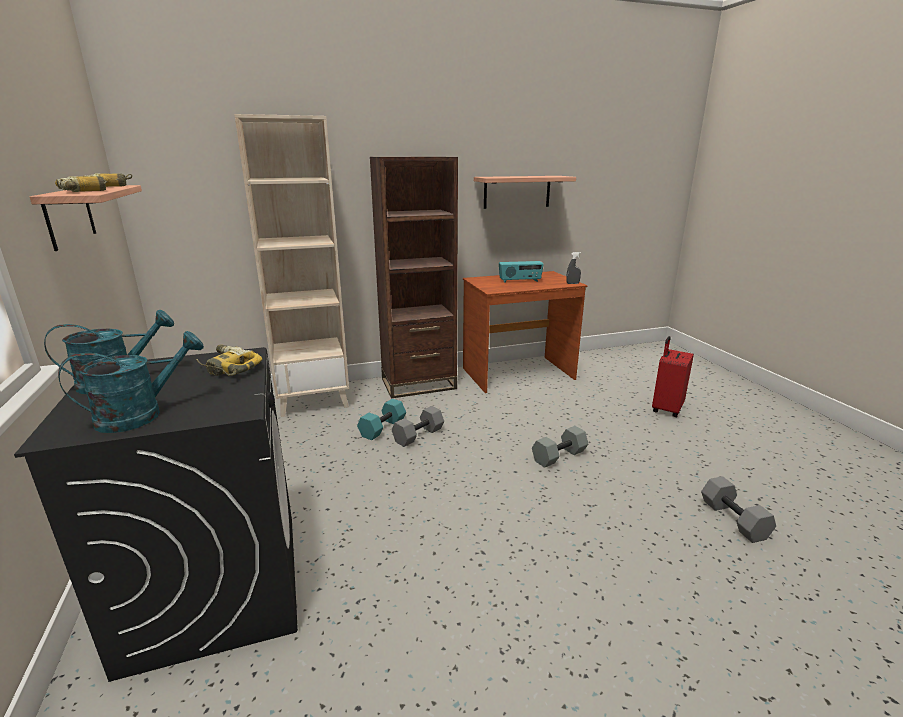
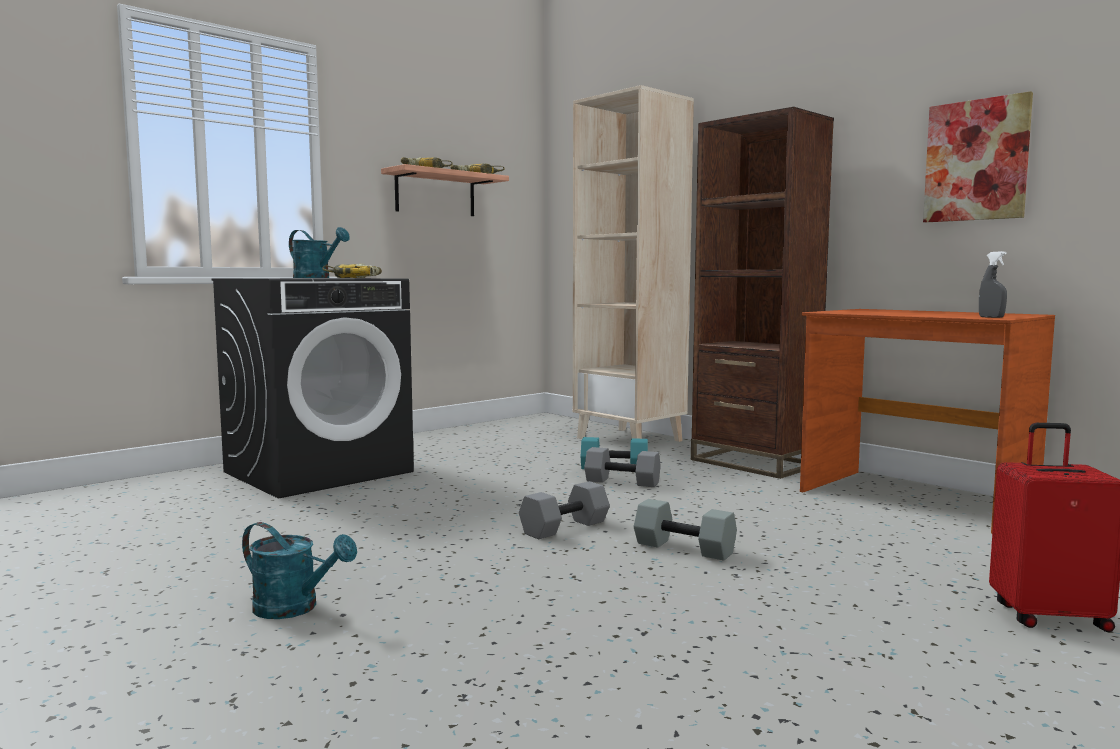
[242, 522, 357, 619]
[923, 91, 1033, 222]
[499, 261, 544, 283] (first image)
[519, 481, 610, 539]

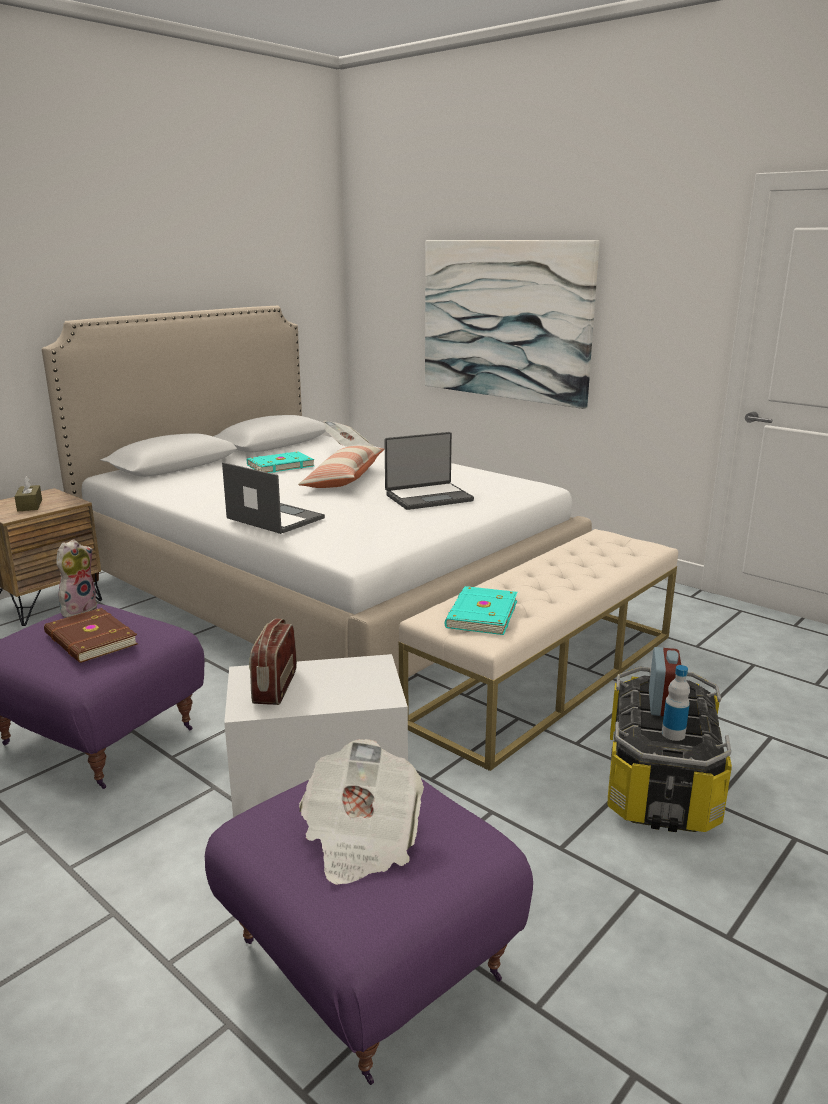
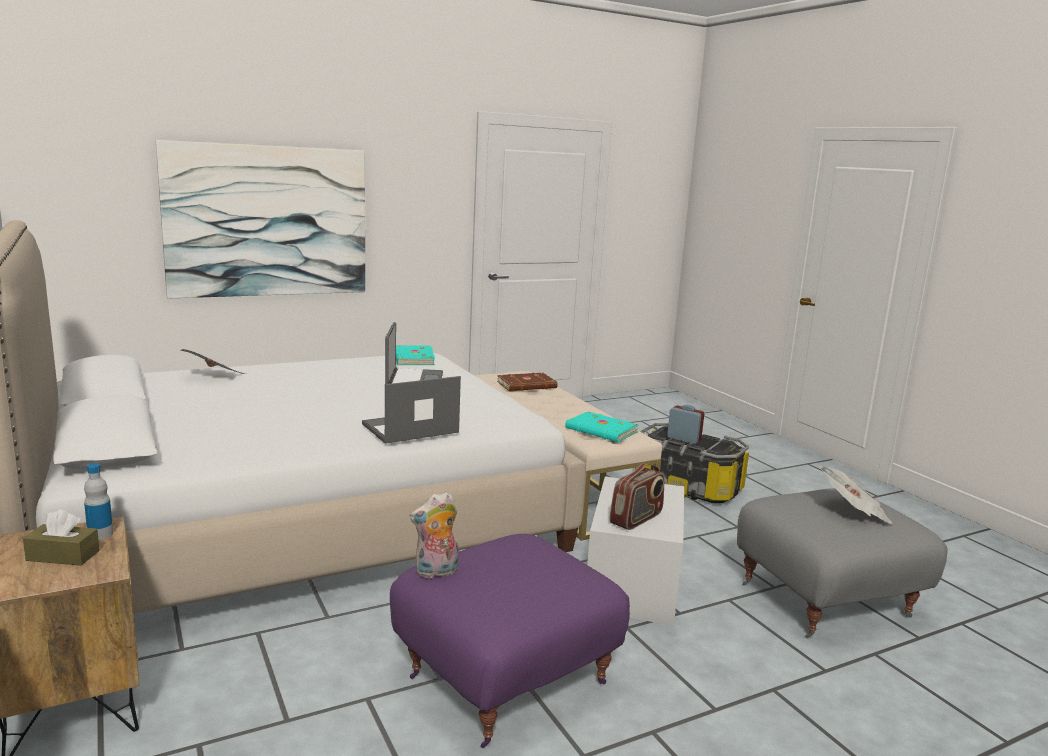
[497, 373, 558, 391]
[410, 492, 459, 579]
[737, 488, 948, 639]
[396, 345, 435, 365]
[610, 463, 665, 530]
[298, 445, 385, 488] (first image)
[84, 463, 113, 540]

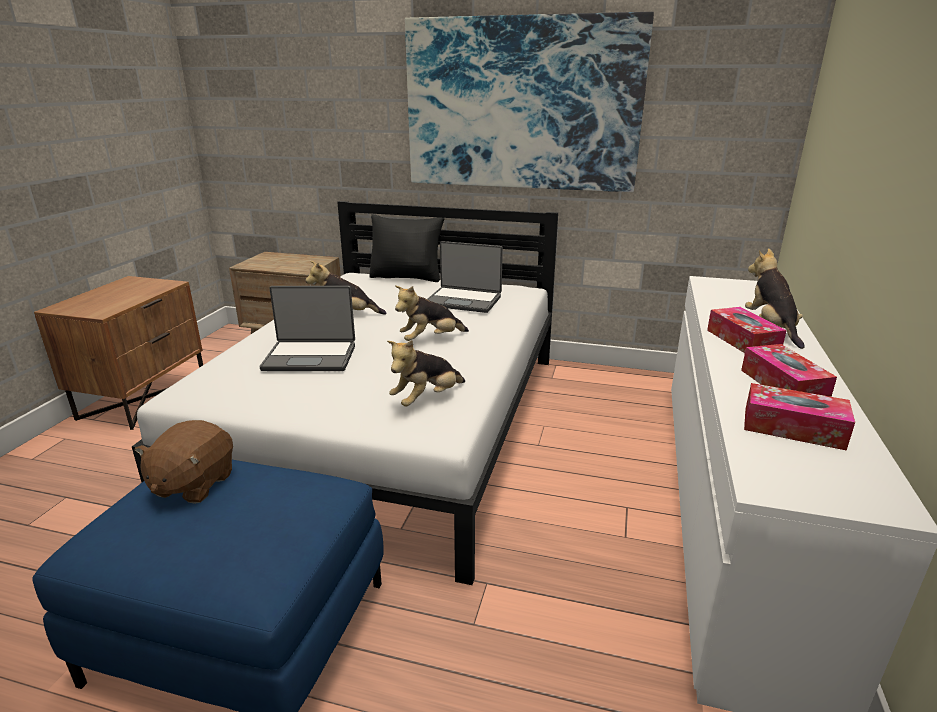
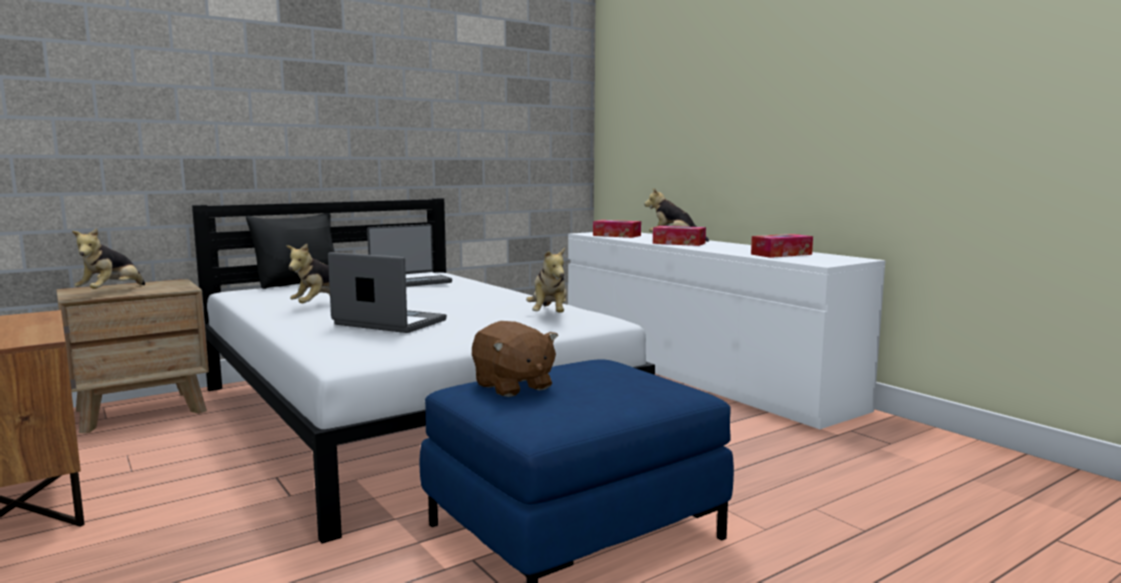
[328, 252, 447, 333]
[72, 228, 145, 289]
[405, 12, 654, 192] (first image)
[593, 220, 641, 238]

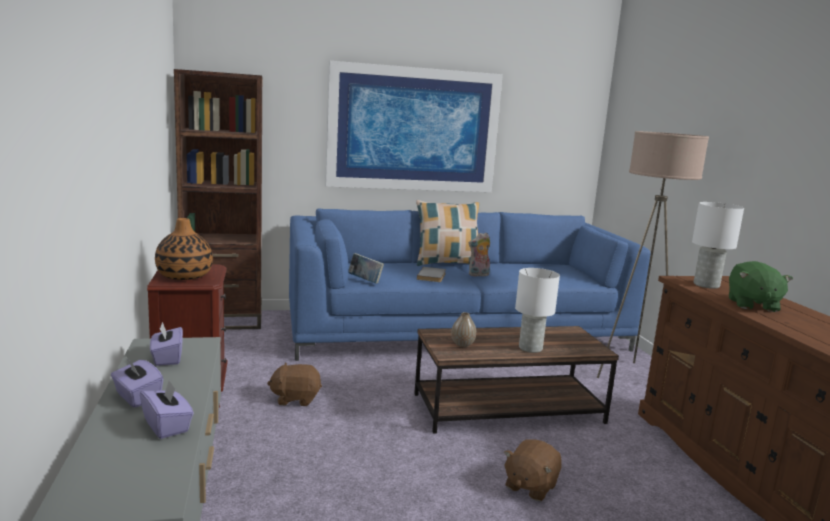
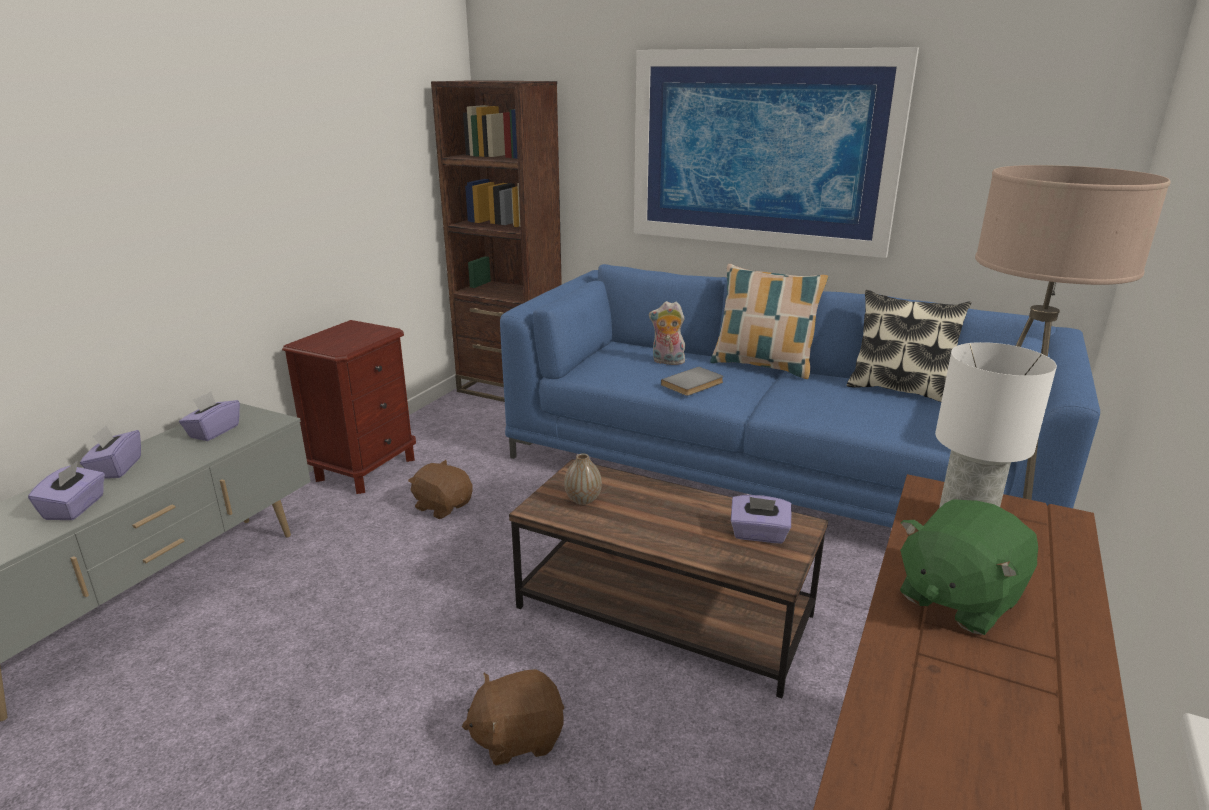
[155, 218, 213, 280] (first image)
[349, 253, 384, 284] (first image)
[649, 301, 685, 365]
[515, 268, 560, 353] (first image)
[731, 495, 792, 543]
[846, 290, 971, 402]

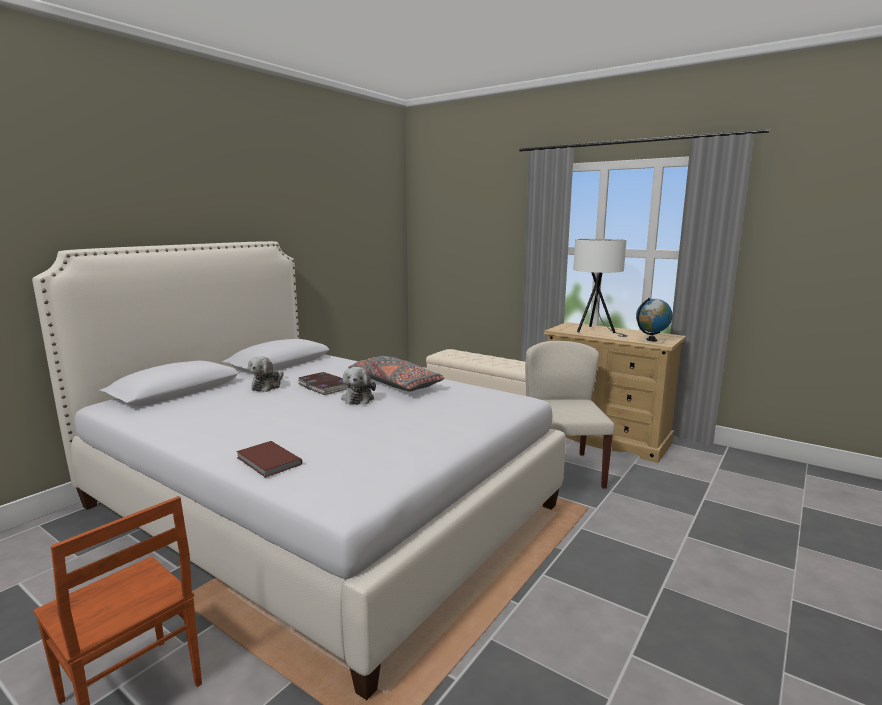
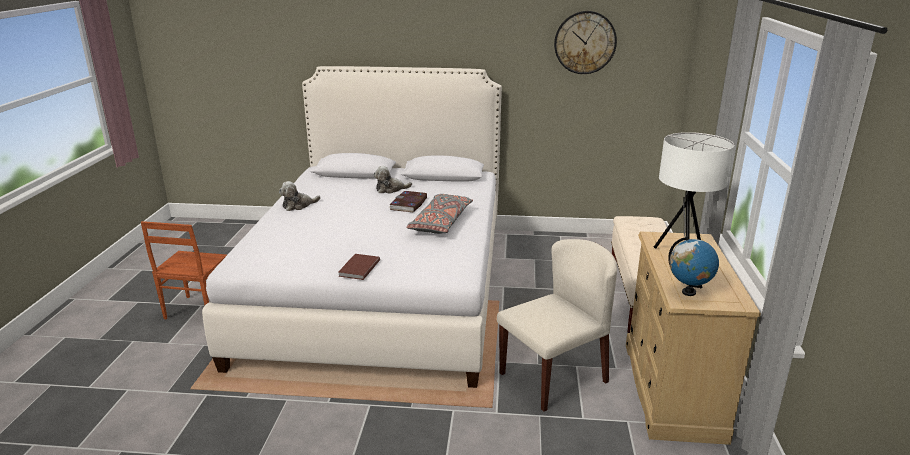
[338, 254, 380, 280]
[279, 181, 320, 211]
[554, 11, 617, 74]

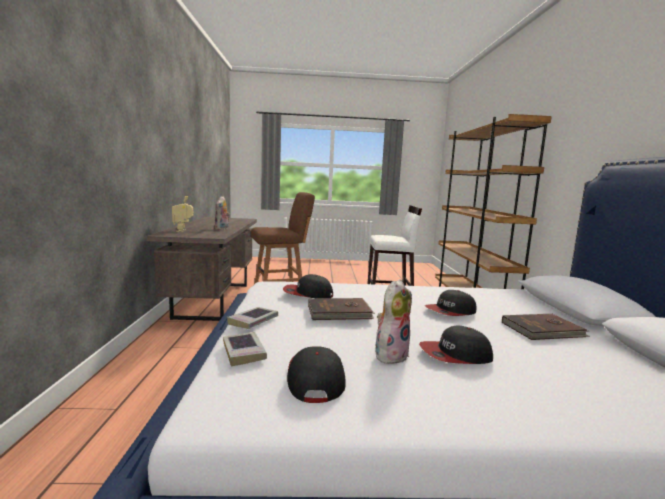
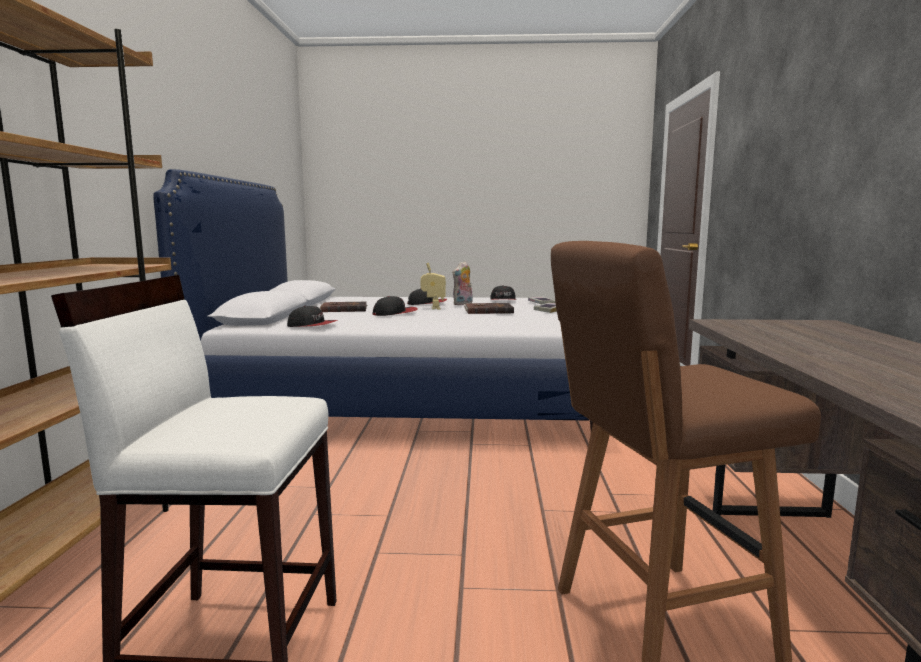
[420, 263, 446, 309]
[215, 196, 230, 230] (first image)
[287, 306, 337, 327]

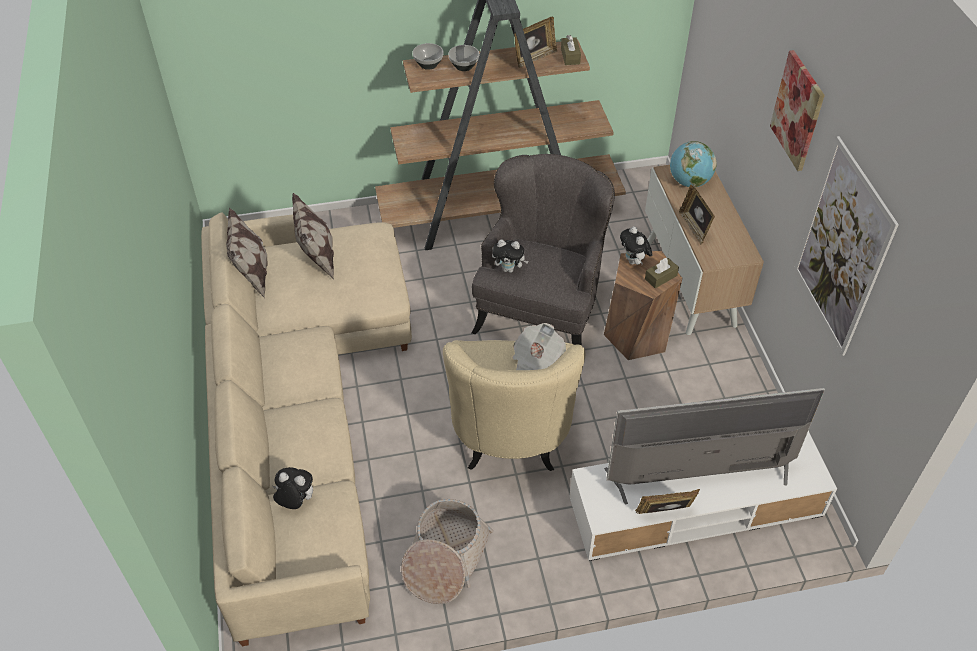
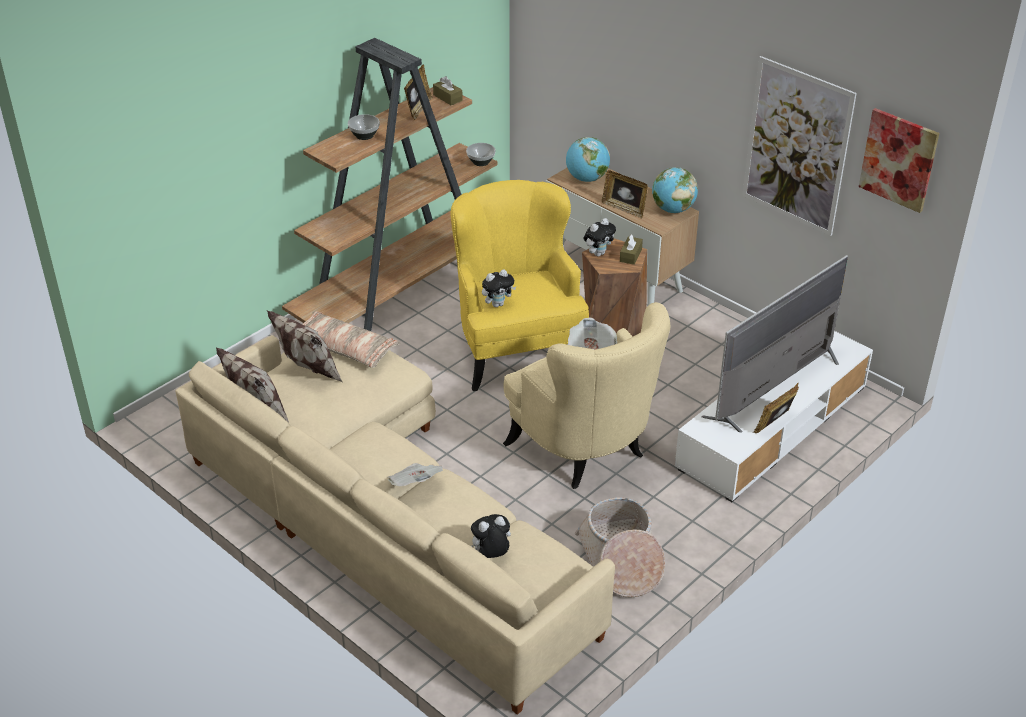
[466, 143, 496, 166]
[450, 180, 589, 391]
[583, 218, 616, 256]
[859, 108, 939, 213]
[302, 311, 400, 368]
[388, 463, 443, 486]
[652, 167, 698, 213]

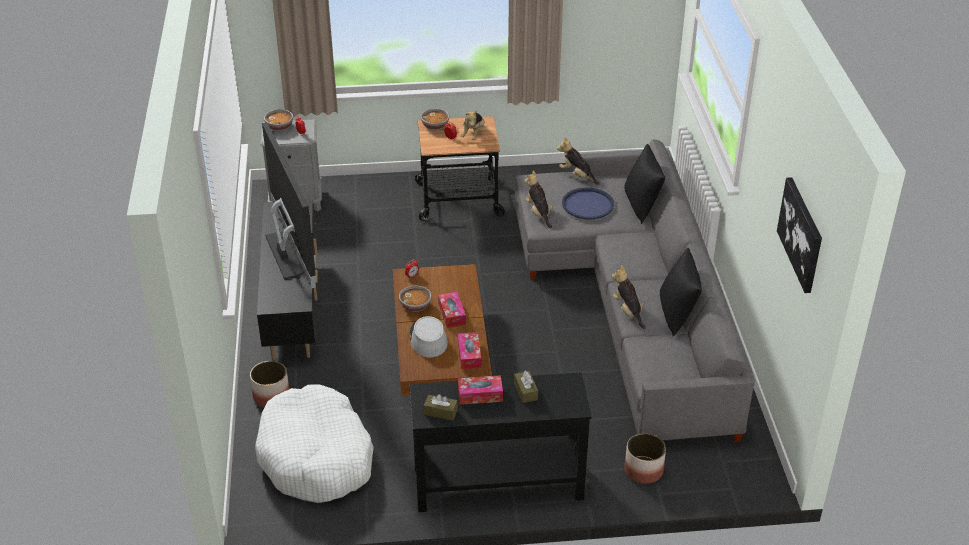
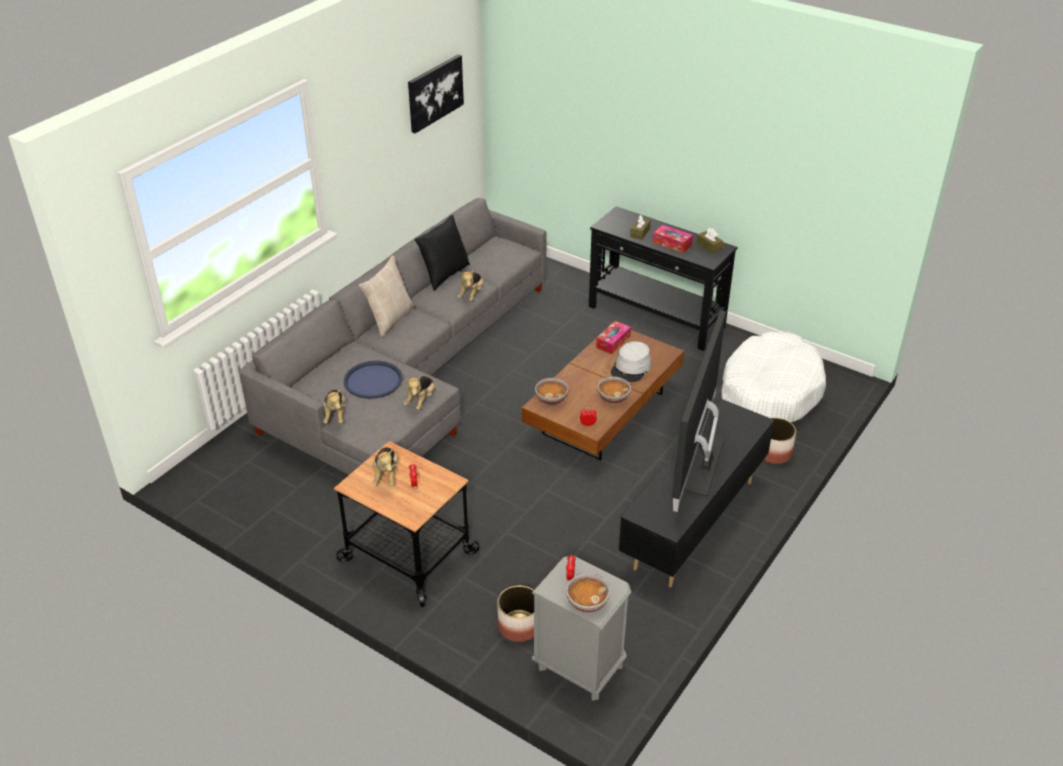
[535, 378, 568, 405]
[438, 292, 466, 328] (first image)
[369, 447, 398, 486]
[624, 144, 665, 224] (first image)
[497, 585, 534, 642]
[359, 256, 415, 337]

